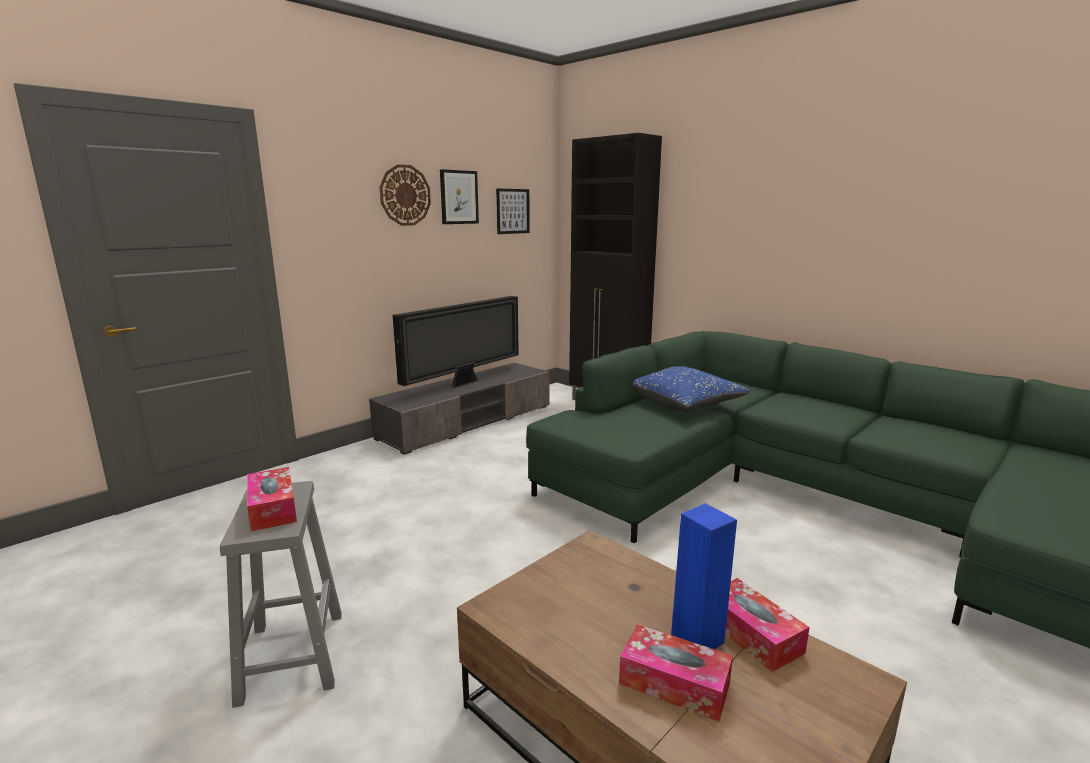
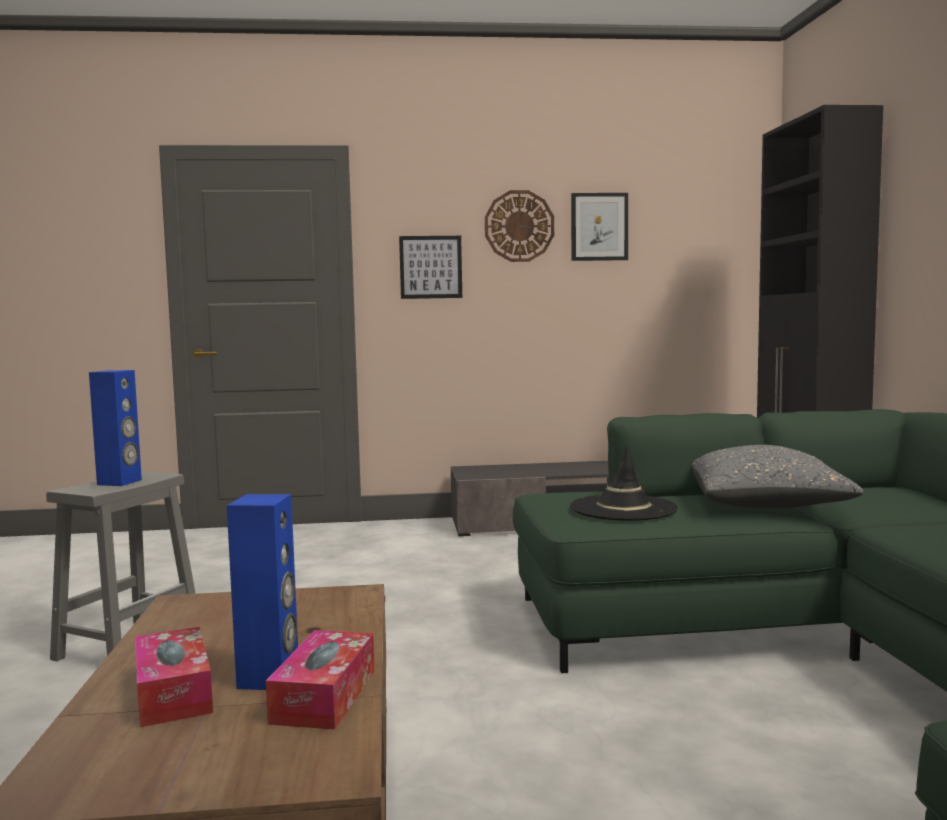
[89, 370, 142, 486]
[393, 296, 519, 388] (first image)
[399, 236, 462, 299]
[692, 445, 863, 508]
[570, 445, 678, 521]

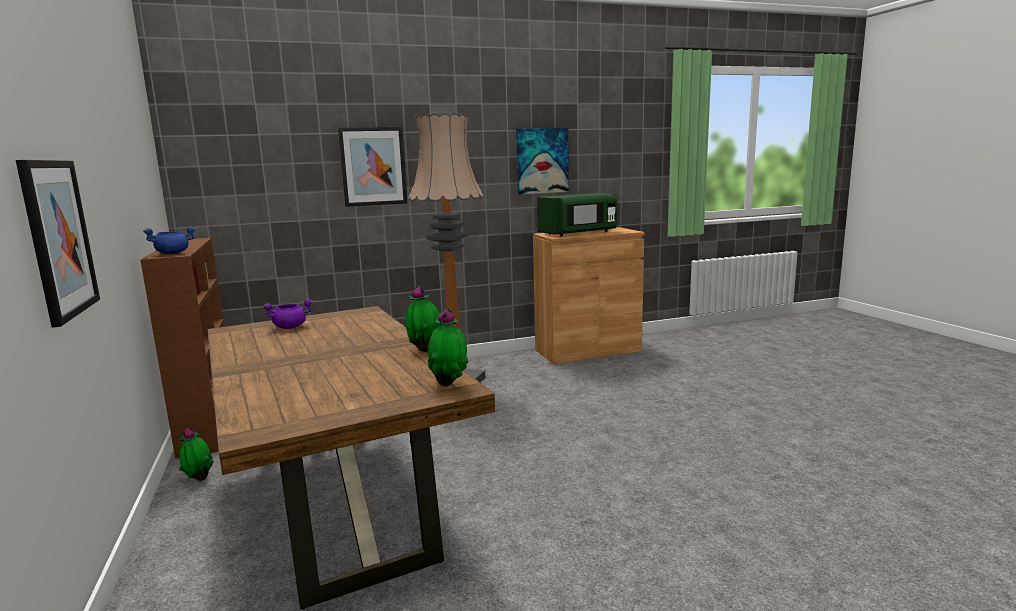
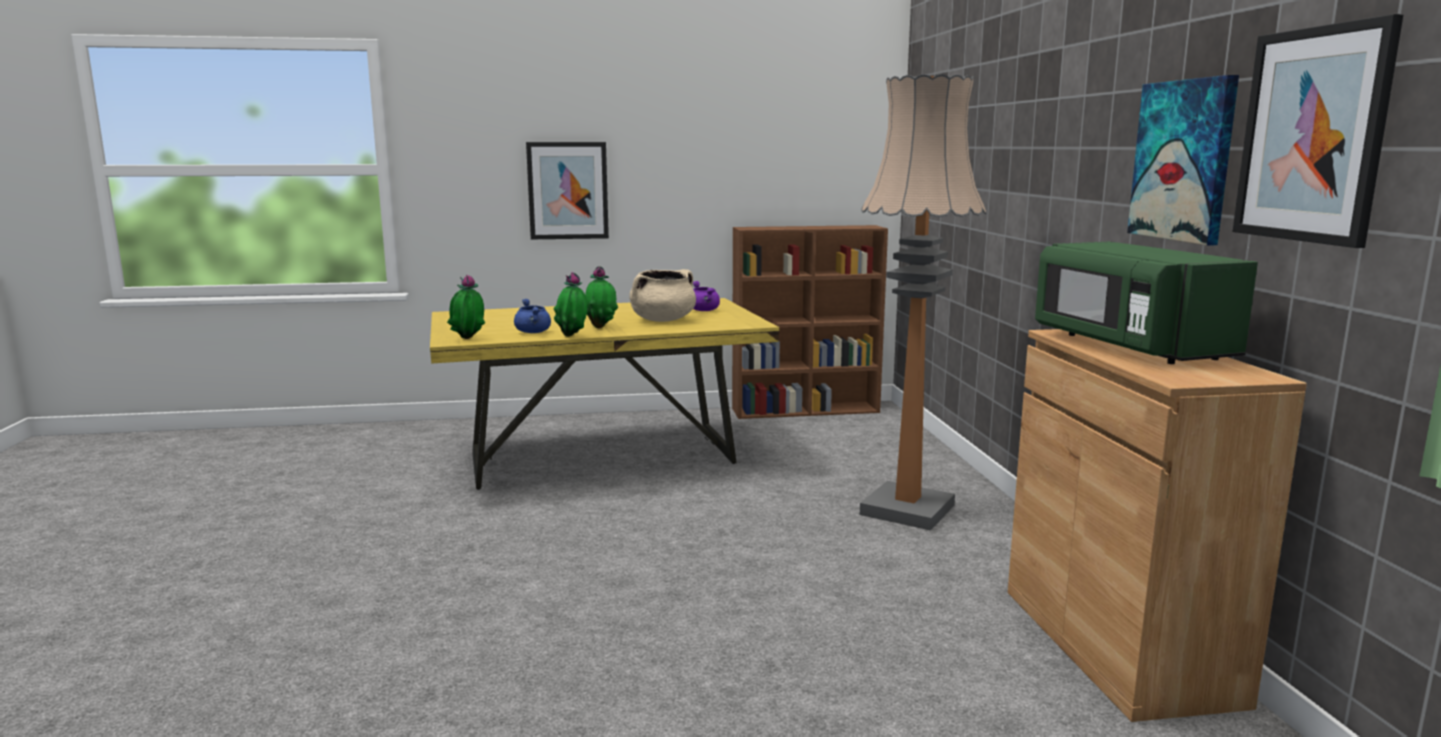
[514, 299, 551, 333]
[585, 266, 618, 328]
[430, 298, 779, 490]
[1233, 14, 1404, 248]
[629, 269, 696, 322]

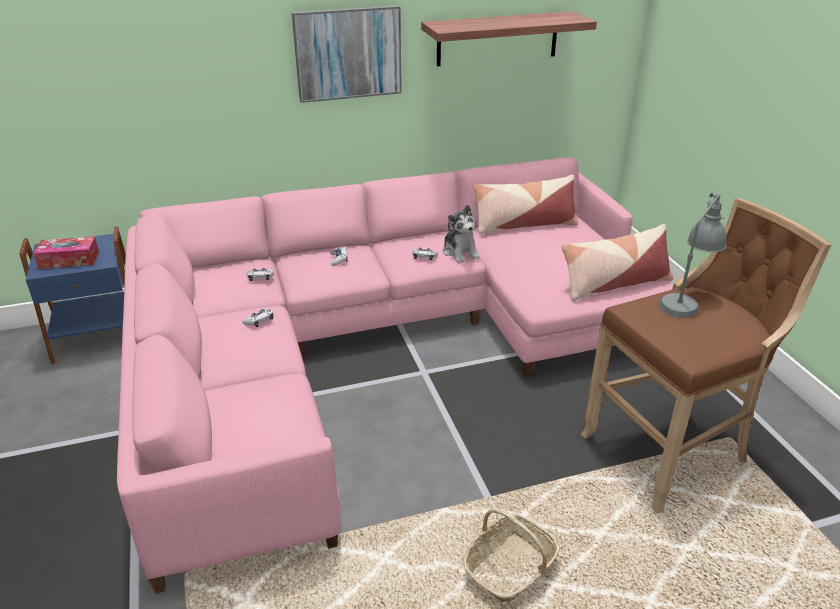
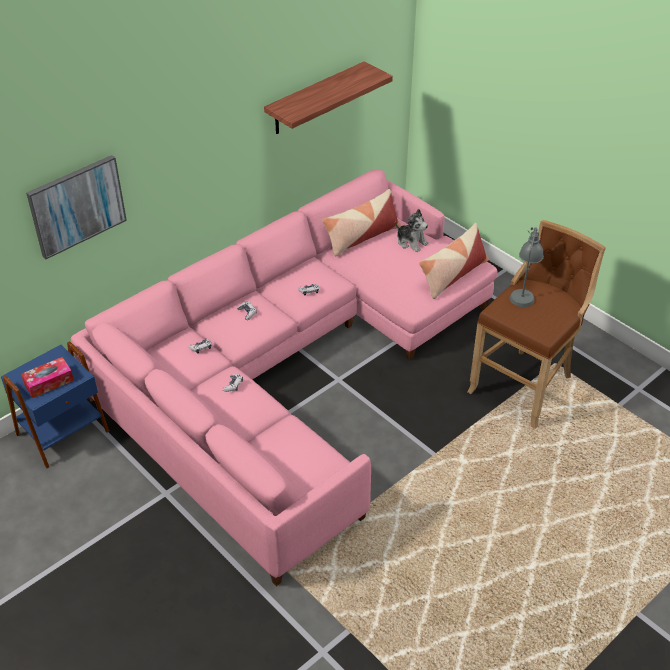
[26, 155, 127, 259]
[395, 209, 429, 252]
[463, 508, 560, 602] (first image)

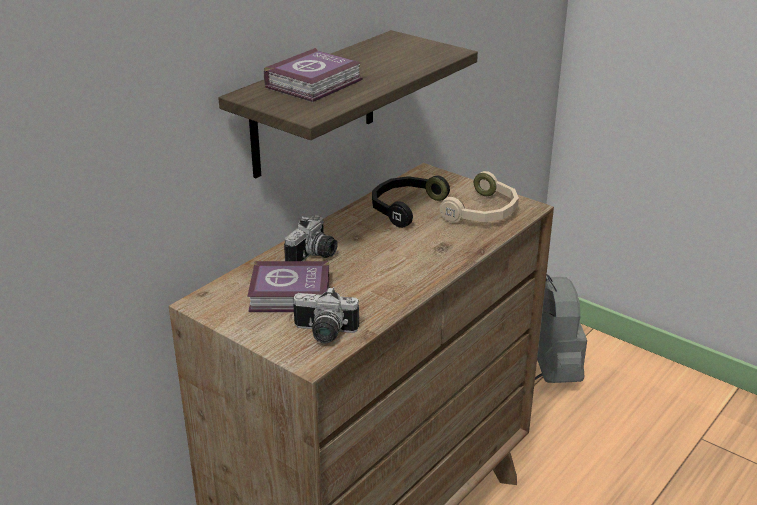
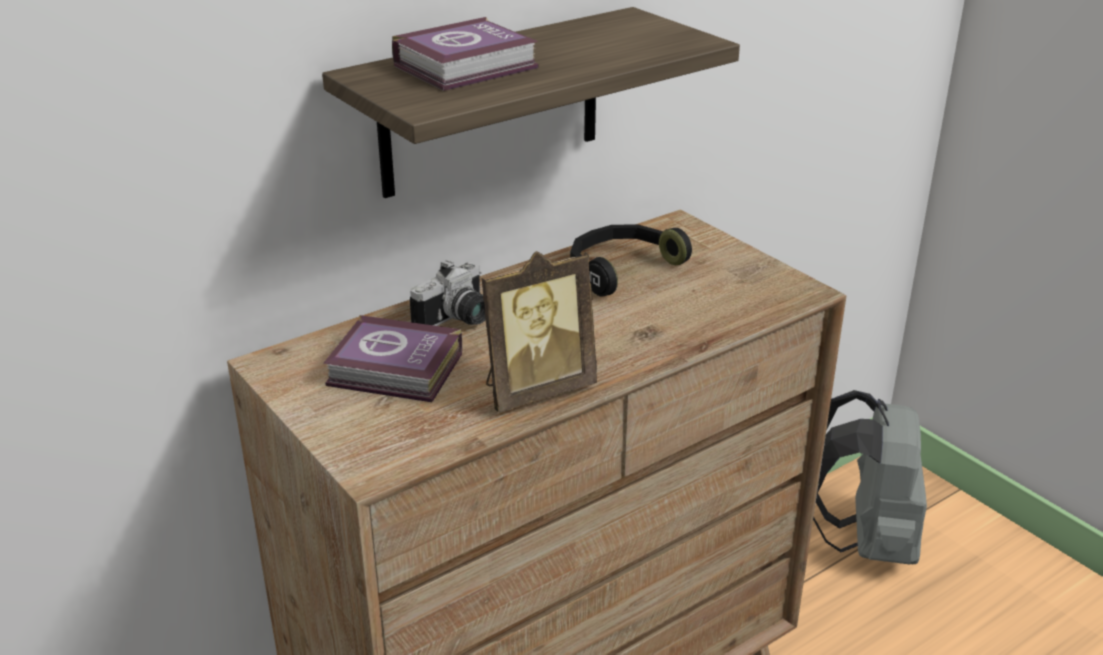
[293, 287, 359, 343] (first image)
[440, 171, 519, 223] (first image)
[482, 251, 597, 412]

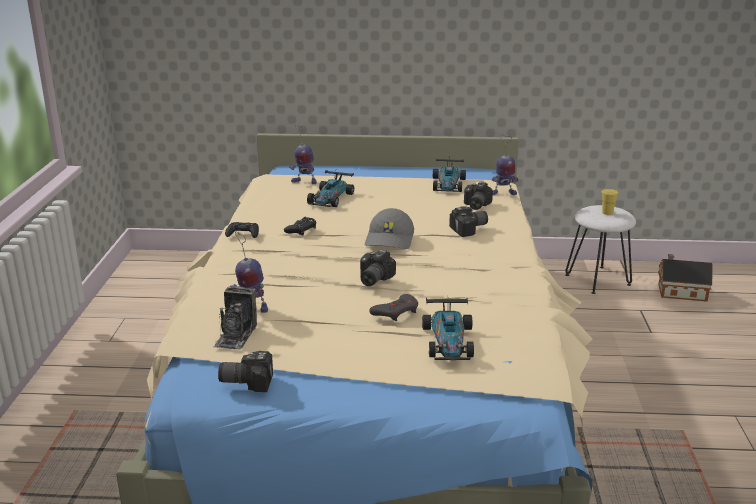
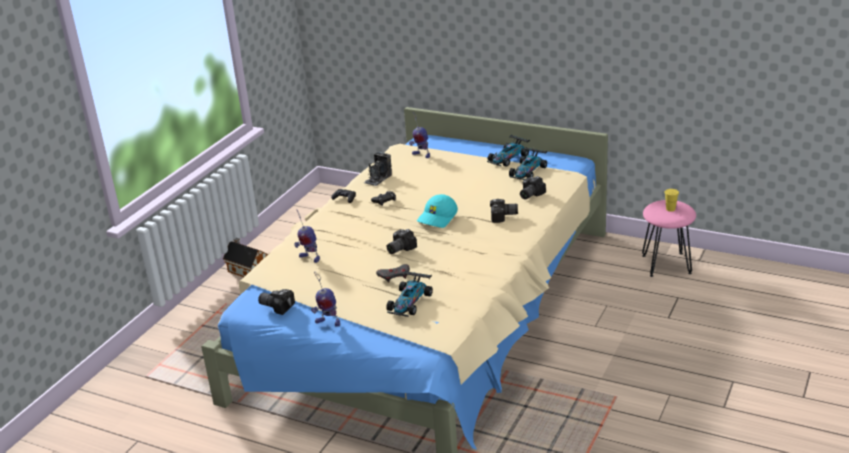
[364, 152, 392, 186]
[487, 135, 530, 167]
[416, 194, 458, 228]
[311, 271, 340, 327]
[642, 200, 696, 277]
[223, 238, 268, 277]

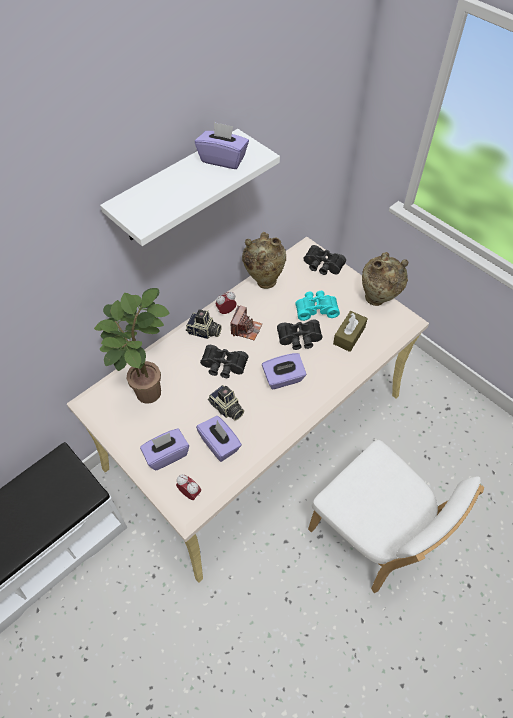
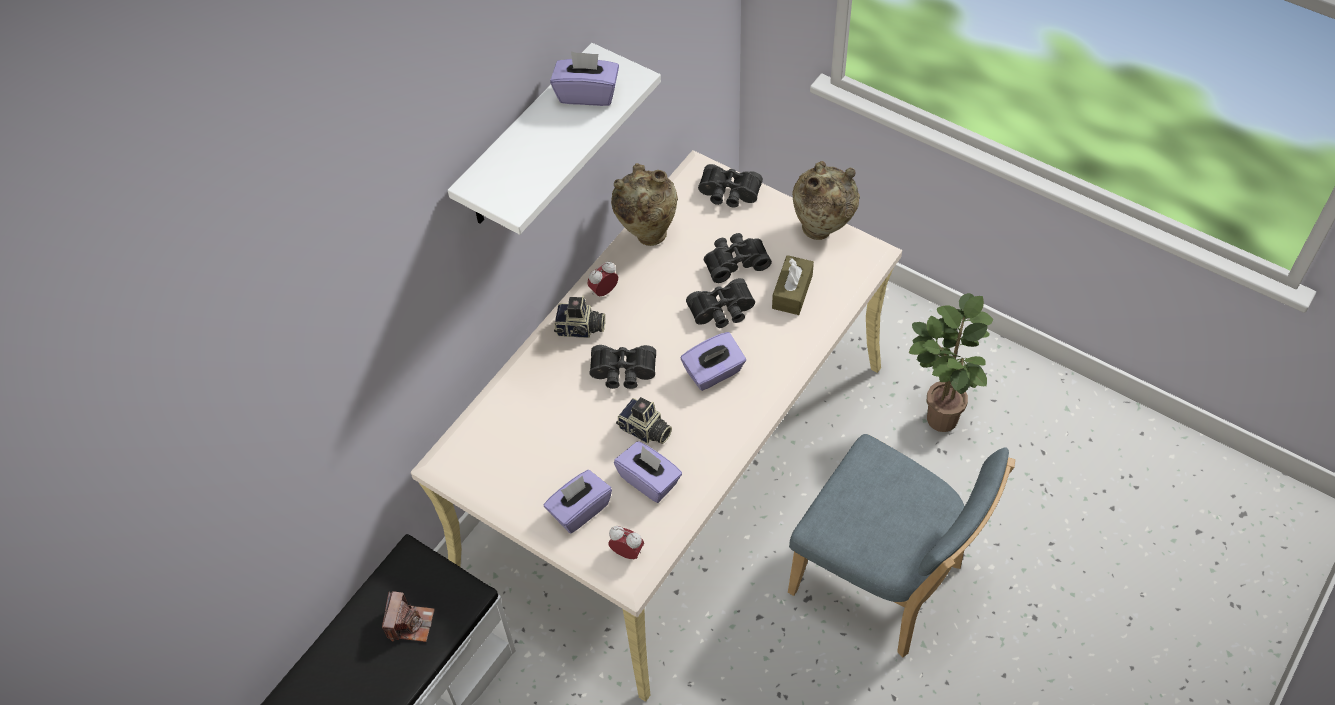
[909, 293, 993, 432]
[382, 591, 435, 642]
[704, 233, 772, 283]
[788, 434, 1015, 658]

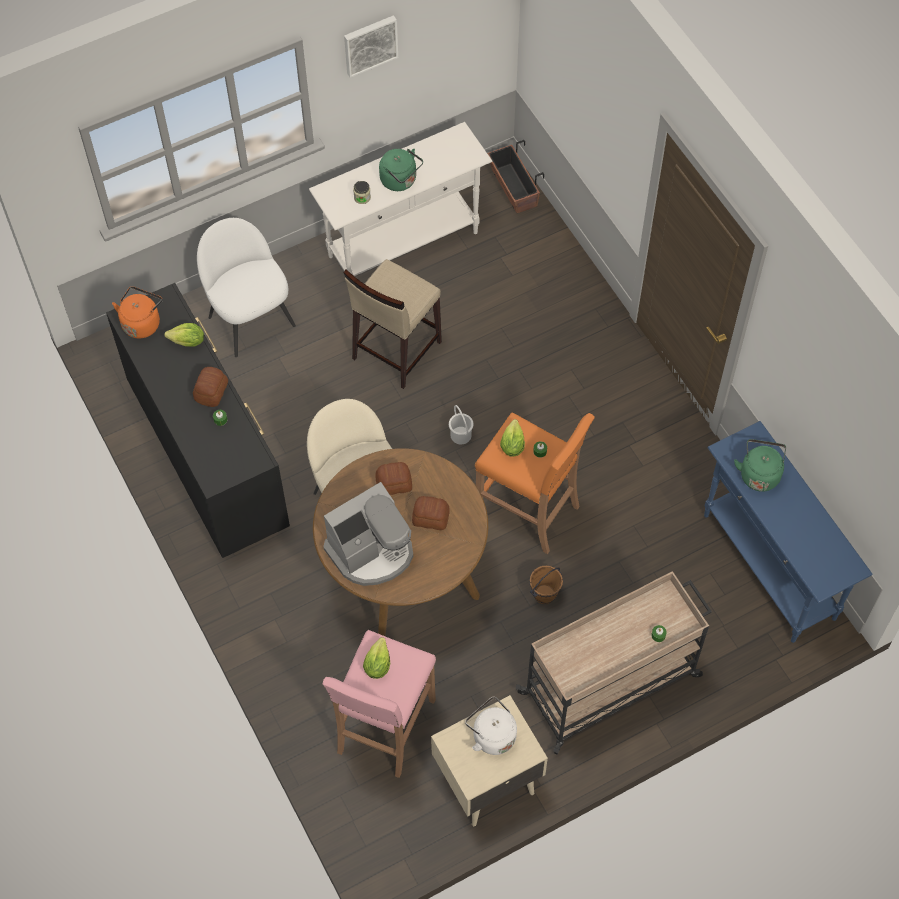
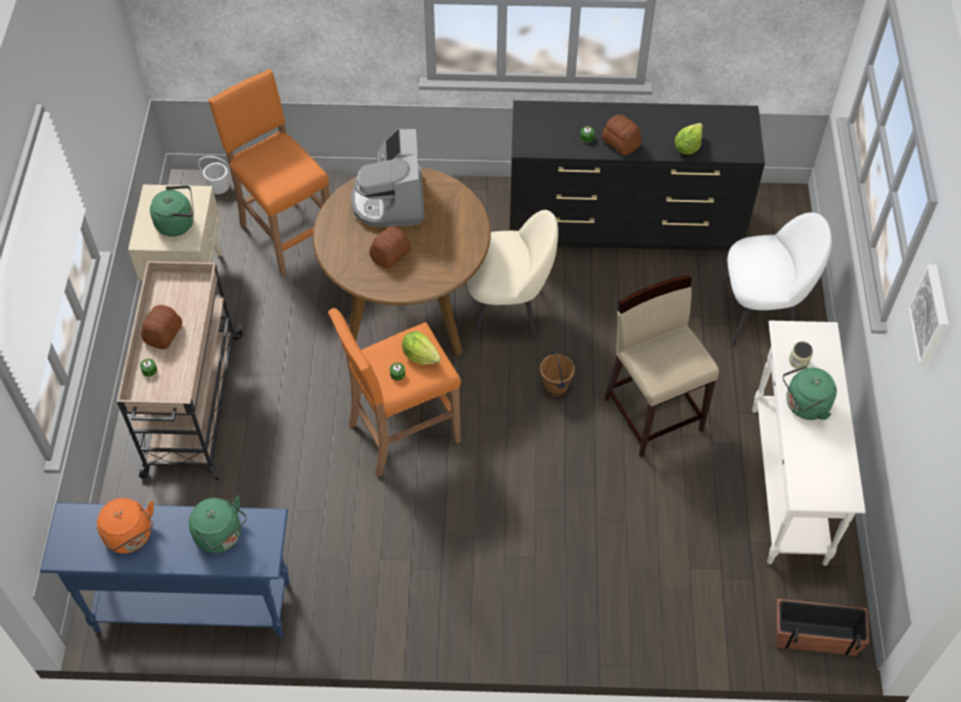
[97, 498, 154, 553]
[208, 69, 330, 277]
[363, 637, 390, 679] (first image)
[141, 305, 182, 349]
[198, 156, 230, 194]
[150, 186, 194, 237]
[540, 351, 575, 396]

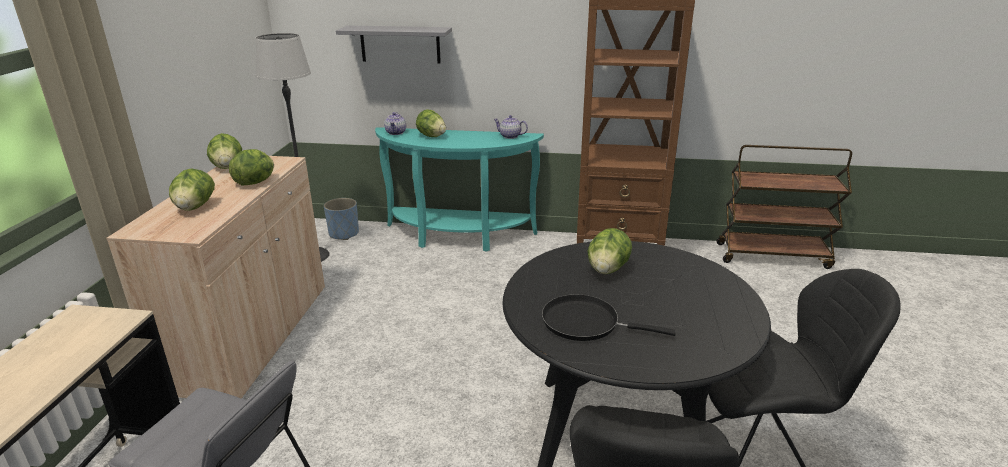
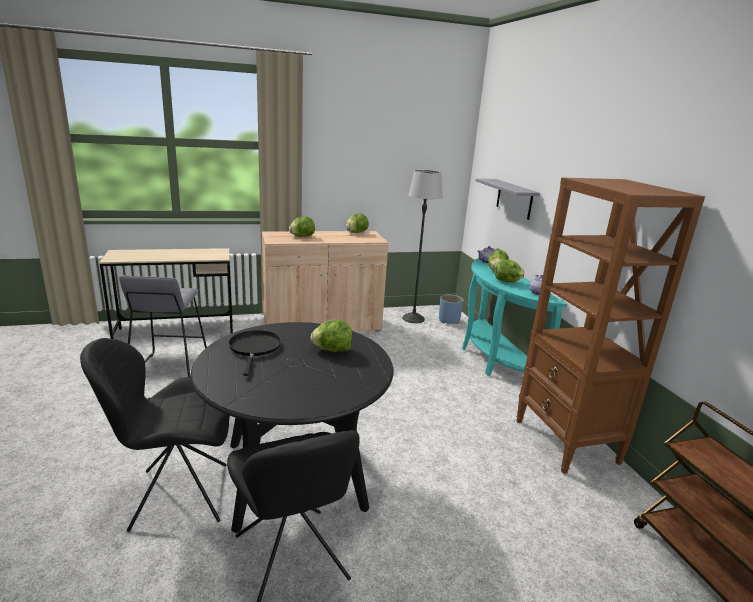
[495, 260, 525, 282]

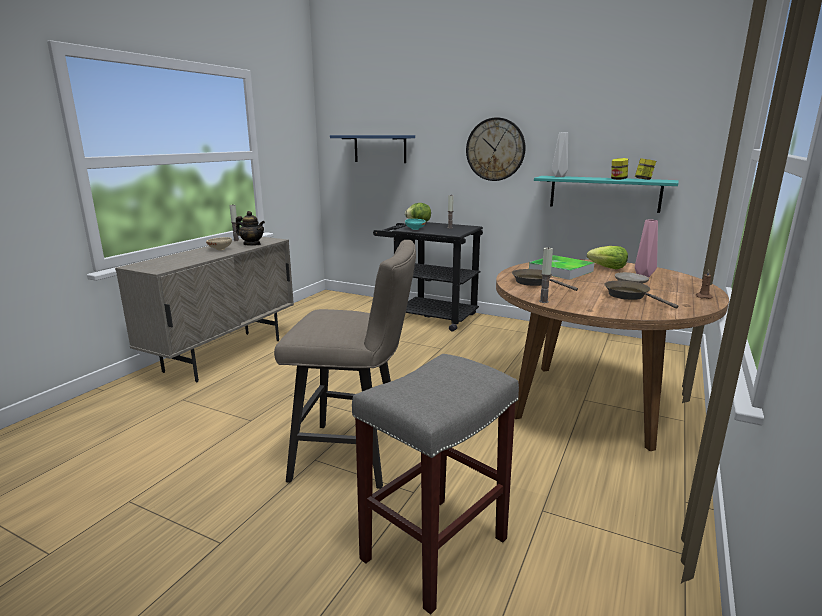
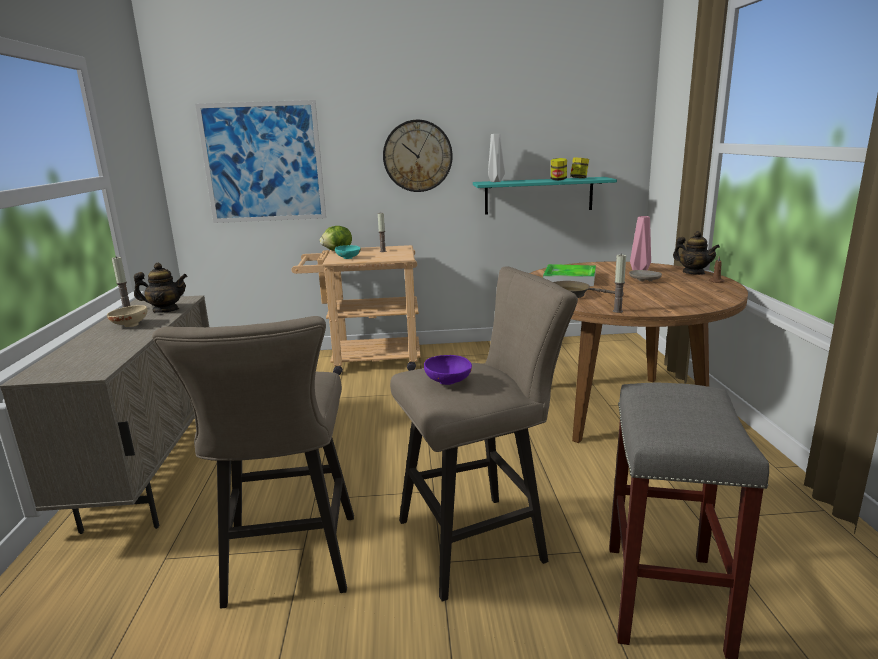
[195, 100, 326, 223]
[291, 245, 421, 375]
[587, 246, 628, 269] (first image)
[604, 281, 678, 309] (first image)
[152, 316, 354, 609]
[424, 355, 472, 385]
[673, 231, 720, 275]

